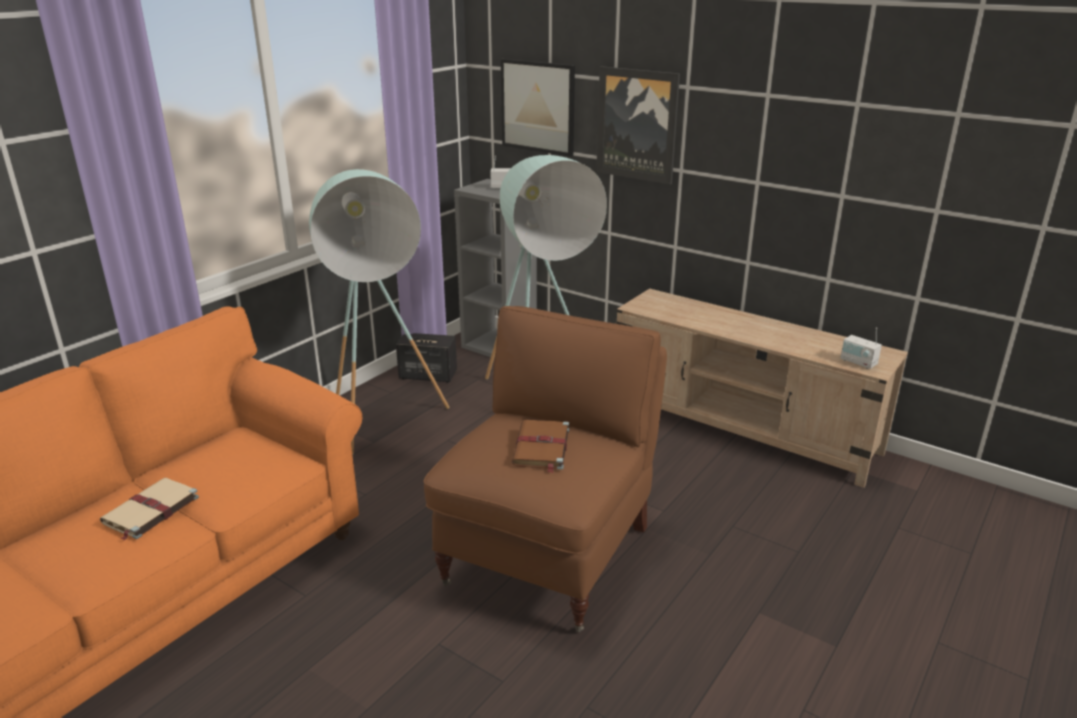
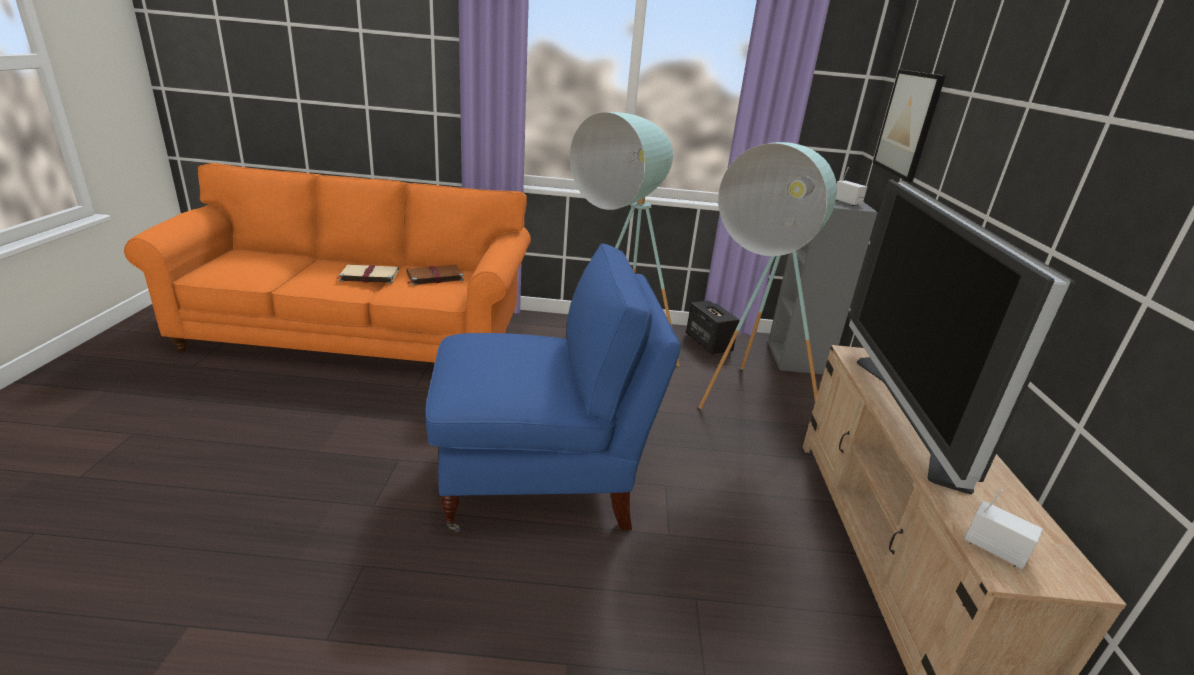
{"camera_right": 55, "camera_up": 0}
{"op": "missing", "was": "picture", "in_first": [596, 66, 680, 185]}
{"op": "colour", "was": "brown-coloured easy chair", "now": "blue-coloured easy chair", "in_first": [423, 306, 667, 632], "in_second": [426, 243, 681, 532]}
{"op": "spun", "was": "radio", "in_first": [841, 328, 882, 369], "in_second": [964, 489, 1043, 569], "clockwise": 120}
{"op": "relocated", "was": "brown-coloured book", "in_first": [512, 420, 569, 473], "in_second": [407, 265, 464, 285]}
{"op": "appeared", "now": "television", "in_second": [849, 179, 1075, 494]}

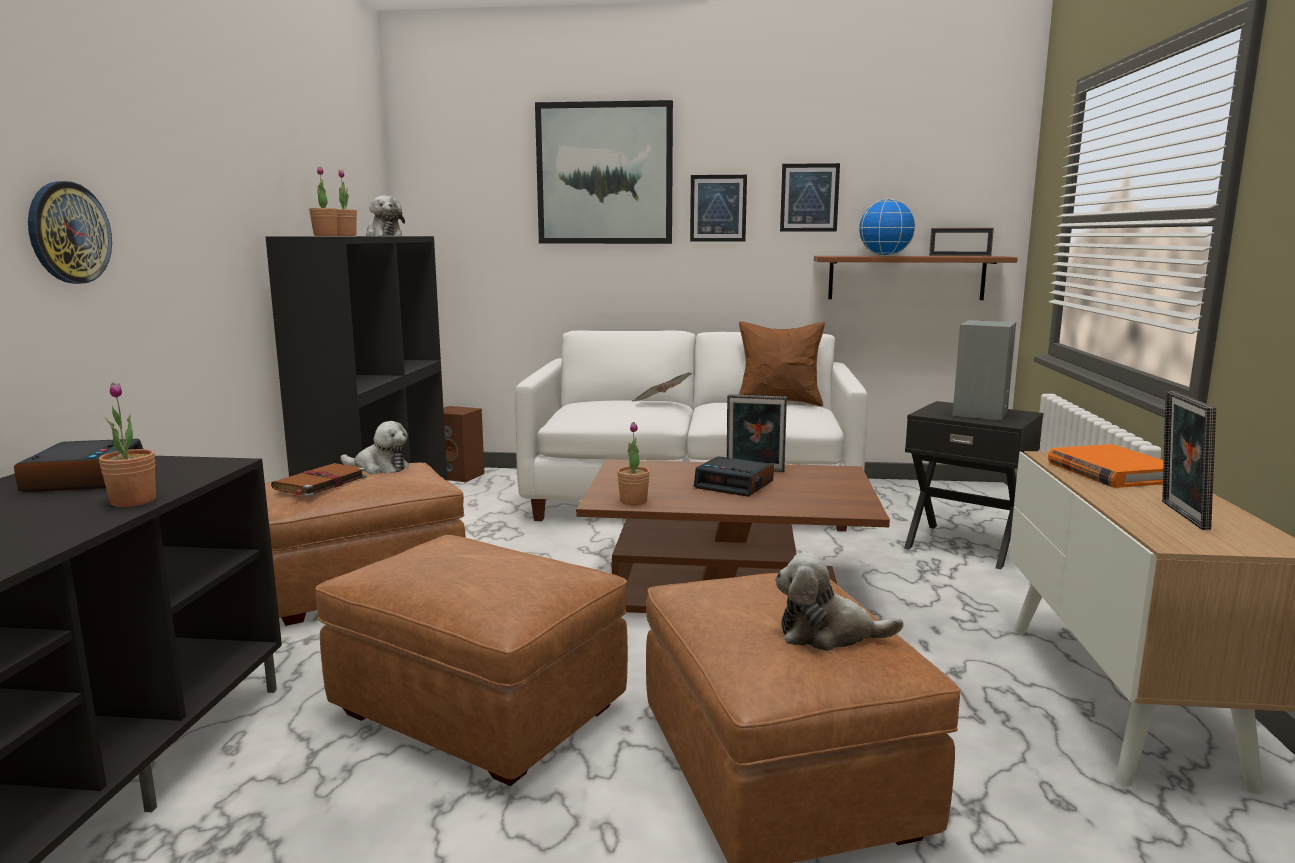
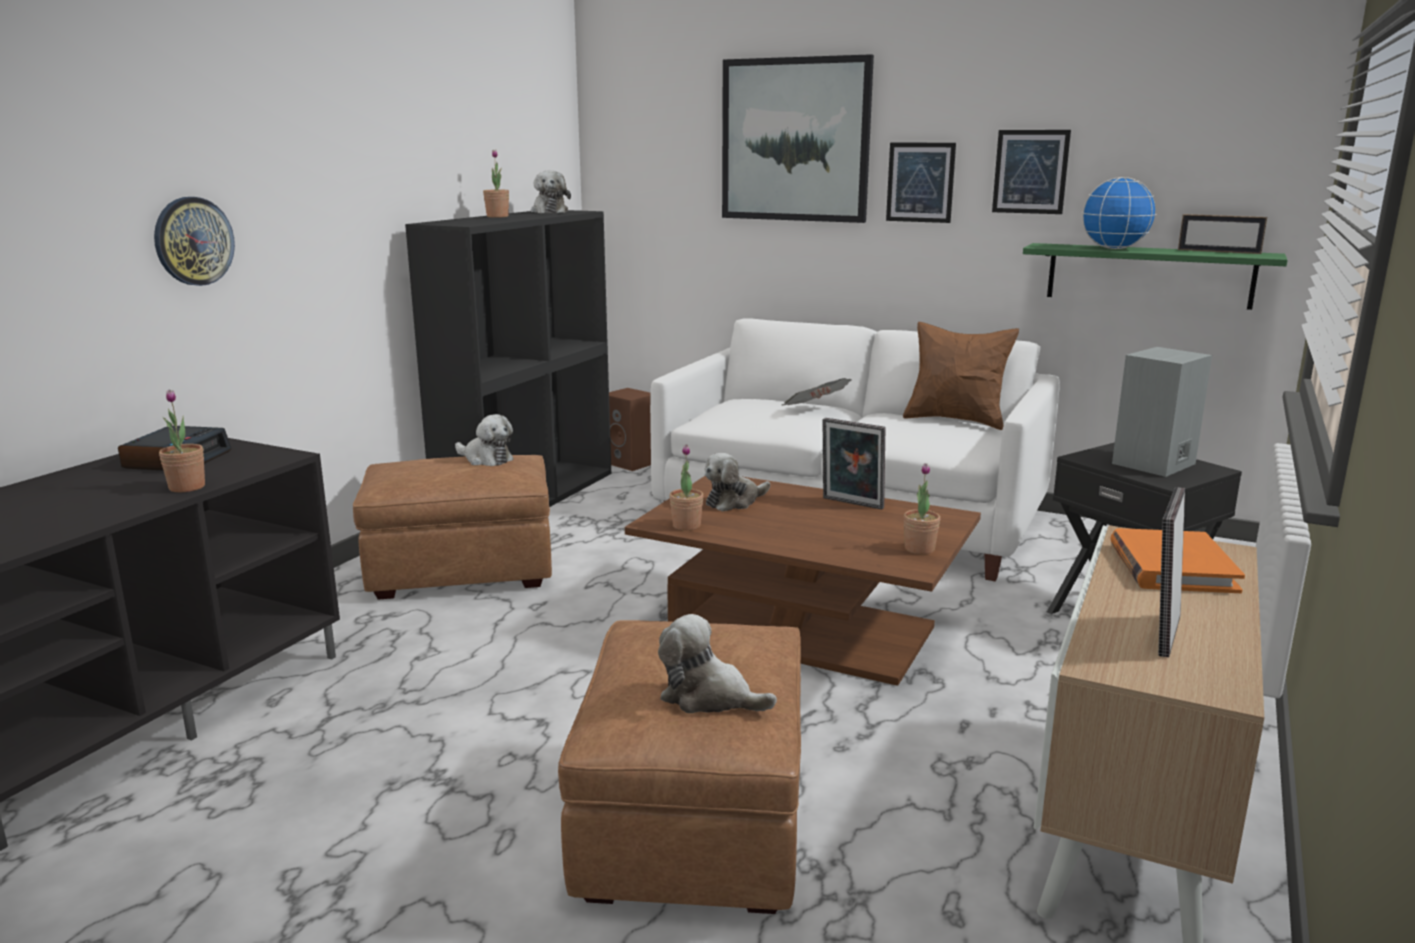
{"camera_right": 20, "camera_up": 5}
{"op": "relocated", "was": "potted plant", "in_first": [309, 167, 337, 236], "in_second": [904, 463, 940, 554]}
{"op": "colour", "was": "brown-coloured shelf", "now": "greenish shelf", "in_first": [814, 256, 1018, 300], "in_second": [1023, 243, 1288, 310]}
{"op": "missing", "was": "bedside clock", "in_first": [694, 456, 774, 497]}
{"op": "missing", "was": "brown-coloured book", "in_first": [271, 463, 367, 497]}
{"op": "missing", "was": "brown-coloured ottoman", "in_first": [315, 535, 628, 786]}
{"op": "appeared", "now": "plush toy", "in_second": [705, 453, 770, 512]}

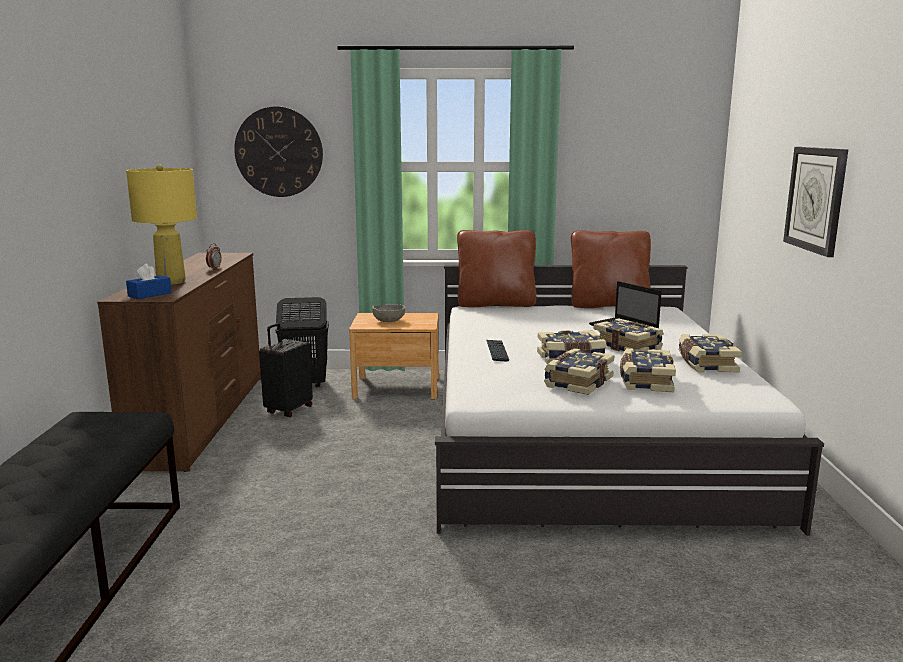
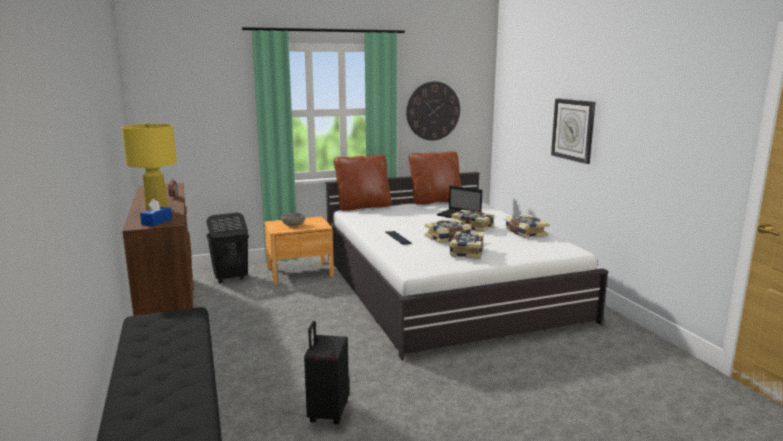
{"camera_right": -20, "camera_up": 0}
{"op": "relocated", "was": "clock on the wall", "in_first": [234, 106, 323, 197], "in_second": [406, 82, 460, 141]}
{"op": "relocated", "was": "black-coloured suitcase", "in_first": [259, 323, 313, 417], "in_second": [304, 321, 349, 424]}
{"op": "missing", "was": "book", "in_first": [620, 348, 676, 392]}

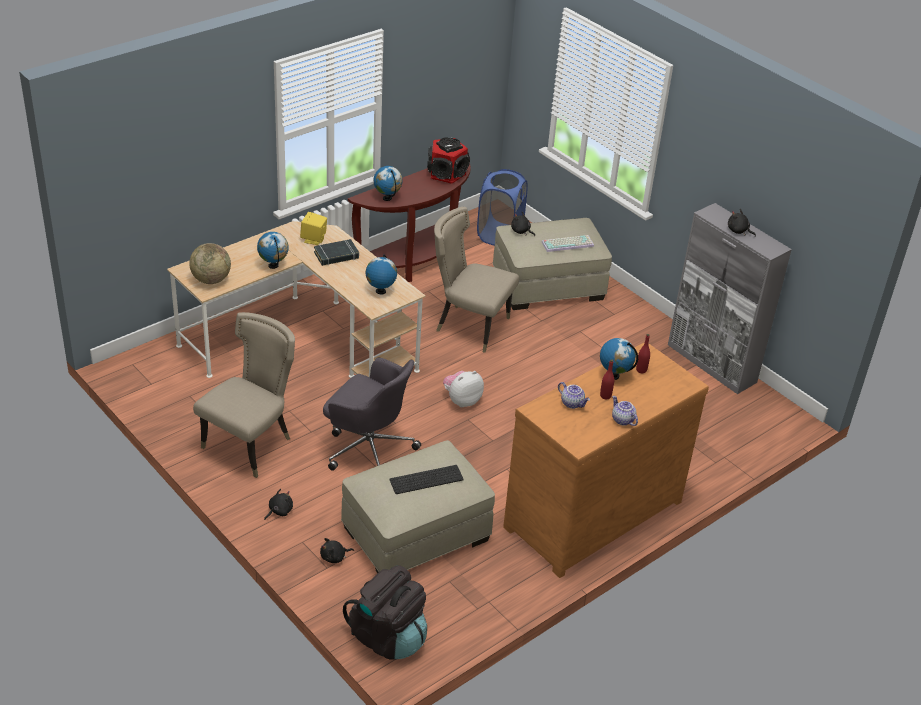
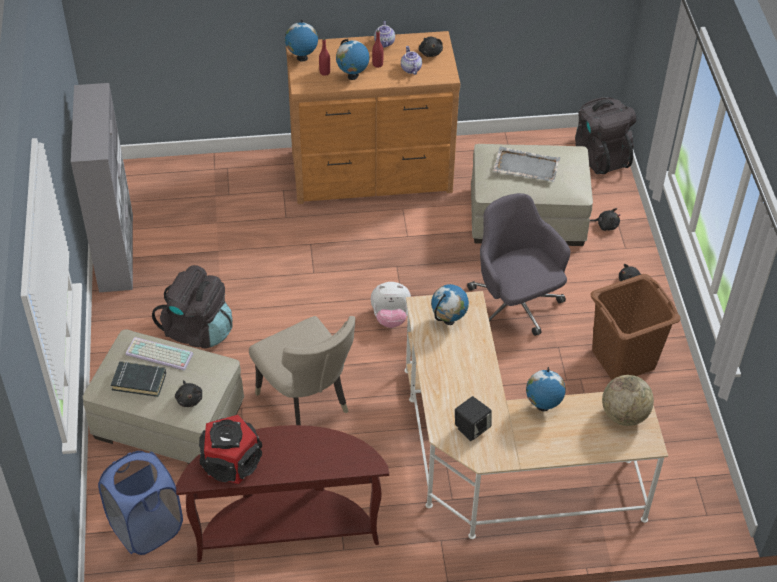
{"camera_right": -145, "camera_up": 10}
{"op": "relocated", "was": "desk globe", "in_first": [373, 166, 403, 201], "in_second": [285, 20, 318, 62]}
{"op": "relocated", "was": "black-coloured plush toy", "in_first": [728, 209, 756, 237], "in_second": [419, 37, 443, 57]}
{"op": "colour", "was": "yellow speaker", "now": "black-coloured speaker", "in_first": [300, 212, 327, 245], "in_second": [455, 396, 492, 441]}
{"op": "relocated", "was": "black-coloured book", "in_first": [314, 239, 359, 266], "in_second": [111, 361, 166, 397]}
{"op": "exchanged", "was": "beige chair", "now": "brown-coloured washing basket", "in_first": [193, 312, 295, 478], "in_second": [590, 274, 681, 380]}
{"op": "exchanged", "was": "keyboard", "now": "grey tray", "in_first": [389, 465, 464, 494], "in_second": [493, 147, 560, 182]}
{"op": "appeared", "now": "black-coloured knapsack", "in_second": [152, 265, 232, 348]}

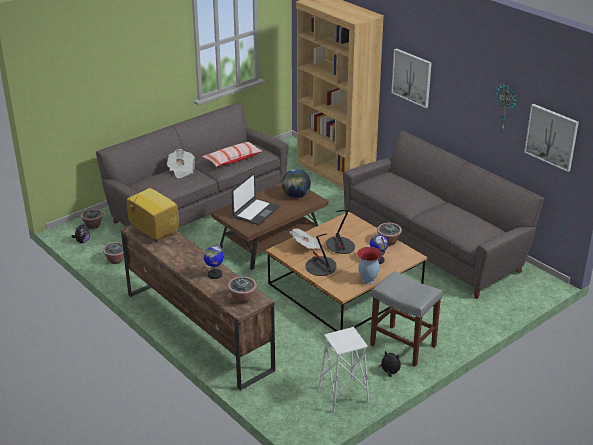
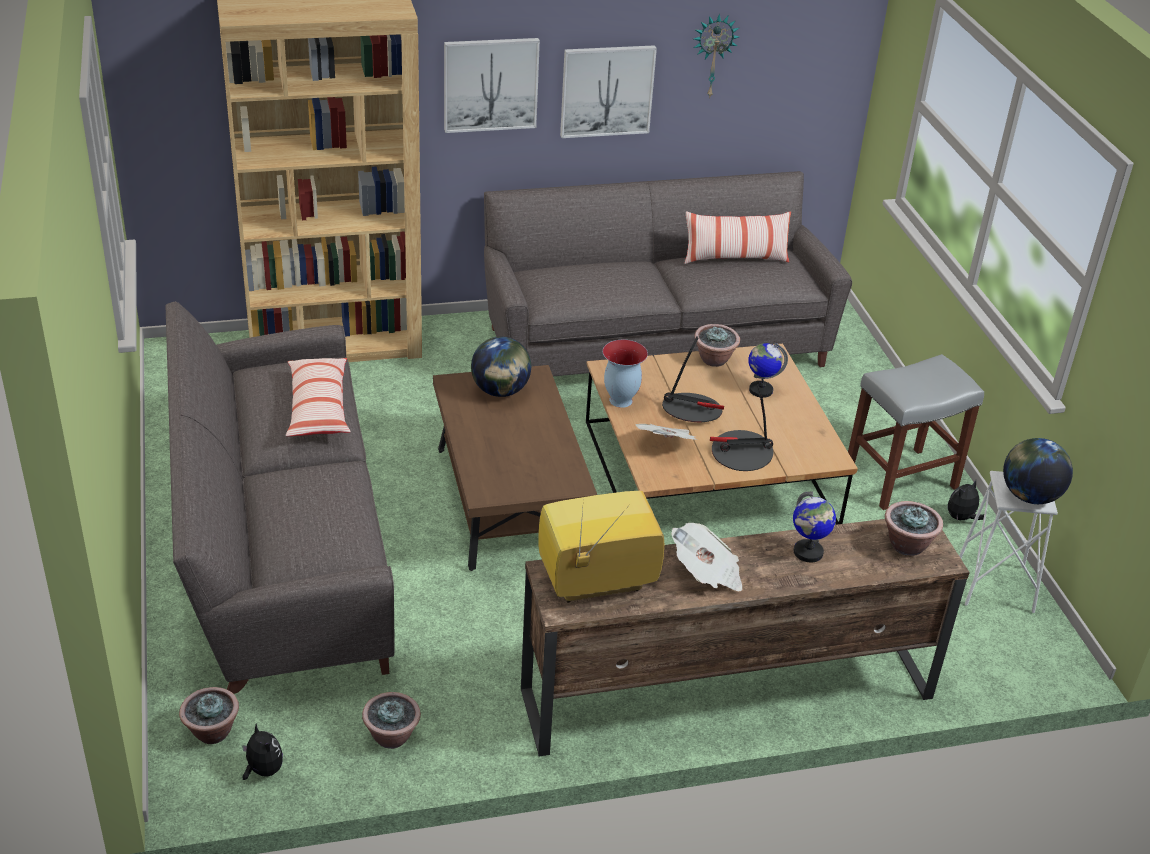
{"camera_right": -65, "camera_up": 5}
{"op": "relocated", "was": "picture", "in_first": [524, 104, 579, 172], "in_second": [560, 45, 657, 138]}
{"op": "relocated", "was": "daily paper", "in_first": [167, 149, 195, 178], "in_second": [671, 523, 743, 591]}
{"op": "missing", "was": "laptop", "in_first": [232, 173, 280, 225]}
{"op": "relocated", "was": "decorative vase", "in_first": [357, 247, 382, 284], "in_second": [602, 340, 648, 408]}
{"op": "appeared", "now": "pillow", "in_second": [684, 211, 791, 264]}
{"op": "appeared", "now": "desk globe", "in_second": [1003, 438, 1073, 504]}

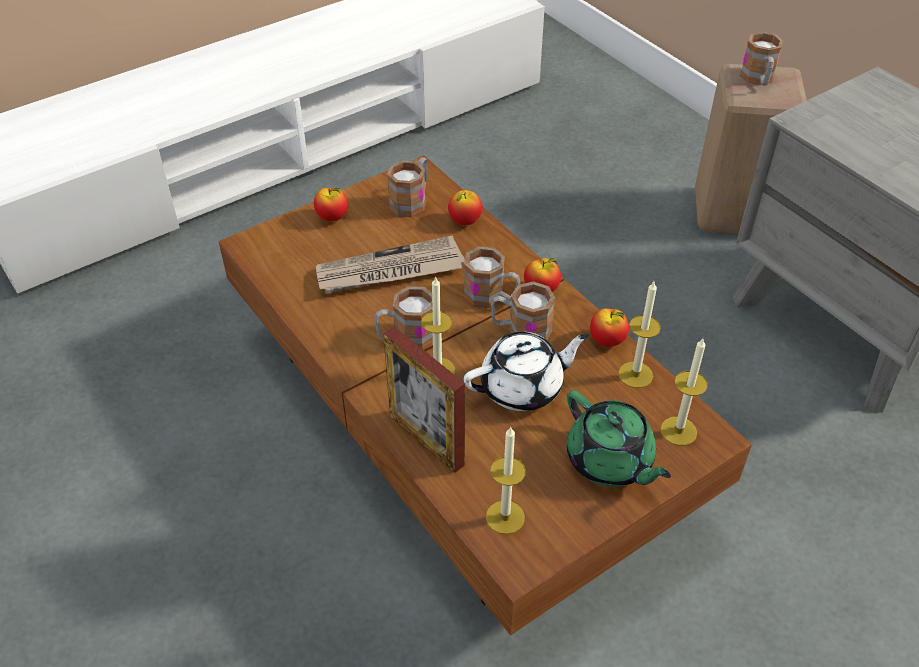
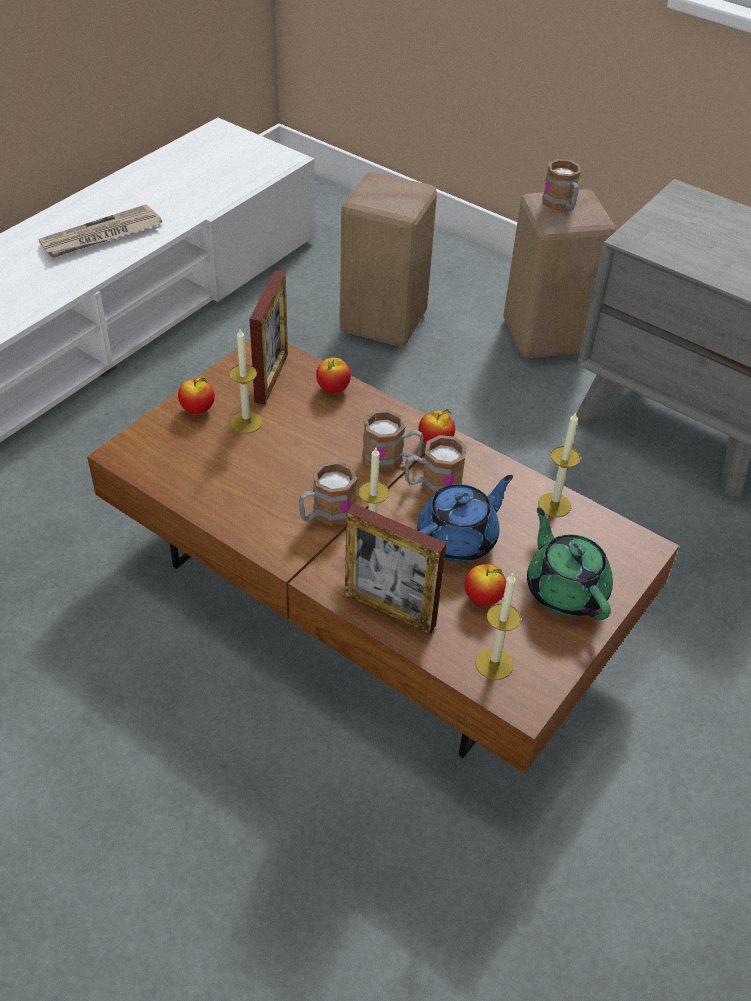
{"camera_right": -20, "camera_up": 0}
{"op": "exchanged", "was": "mug", "now": "picture frame", "in_first": [387, 157, 428, 217], "in_second": [250, 270, 288, 404]}
{"op": "relocated", "was": "daily paper", "in_first": [316, 235, 465, 294], "in_second": [39, 204, 162, 258]}
{"op": "relocated", "was": "apple", "in_first": [590, 308, 629, 346], "in_second": [465, 564, 506, 606]}
{"op": "colour", "was": "white tea pot", "now": "blue-coloured tea pot", "in_first": [464, 332, 589, 411], "in_second": [417, 475, 513, 562]}
{"op": "relocated", "was": "wax light", "in_first": [660, 339, 708, 446], "in_second": [229, 329, 262, 433]}
{"op": "spun", "was": "greenish tea pot", "in_first": [567, 391, 671, 487], "in_second": [527, 508, 613, 620], "clockwise": -150}
{"op": "appeared", "now": "beige stool", "in_second": [340, 172, 437, 347]}

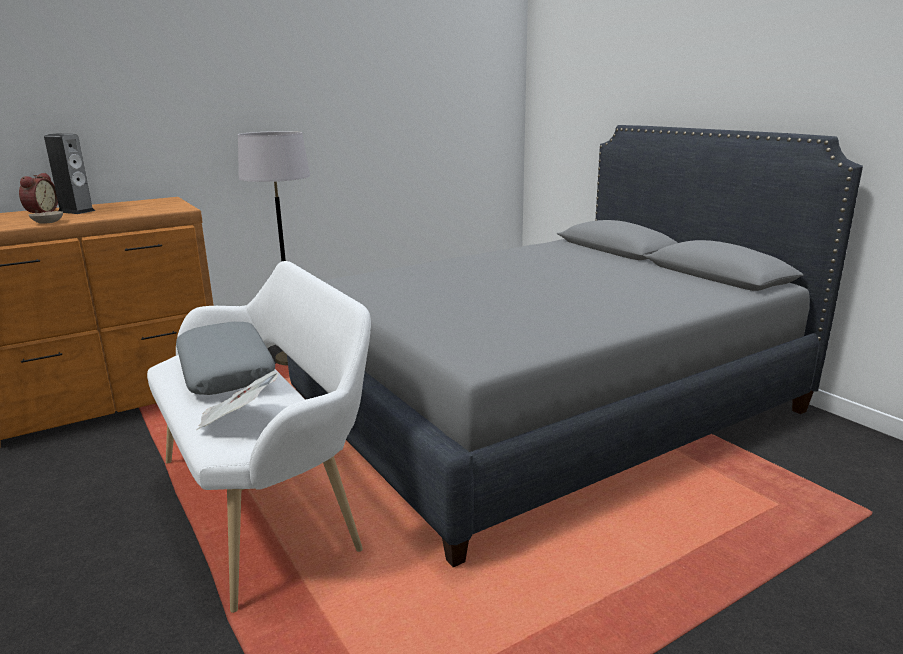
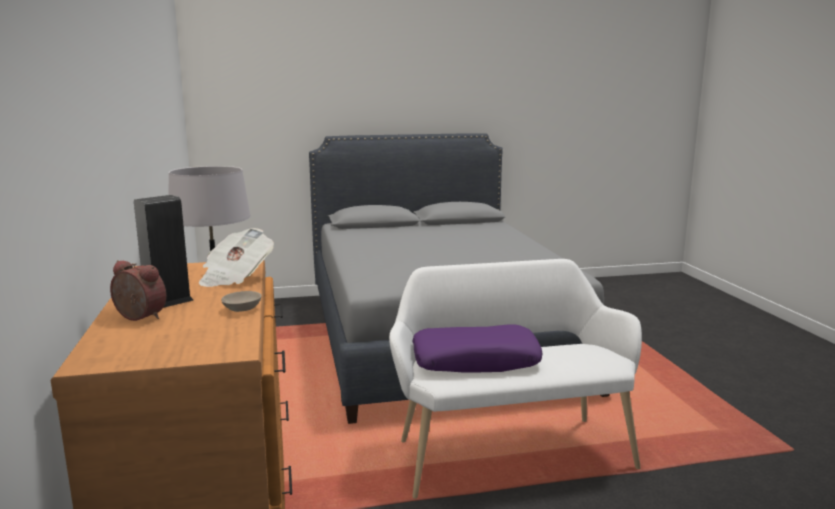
{"camera_right": -70, "camera_up": -5}
{"op": "colour", "was": "grey pillow", "now": "purple-coloured pillow", "in_first": [176, 322, 275, 395], "in_second": [412, 324, 542, 373]}
{"op": "relocated", "was": "daily paper", "in_first": [196, 370, 279, 430], "in_second": [199, 228, 274, 287]}

